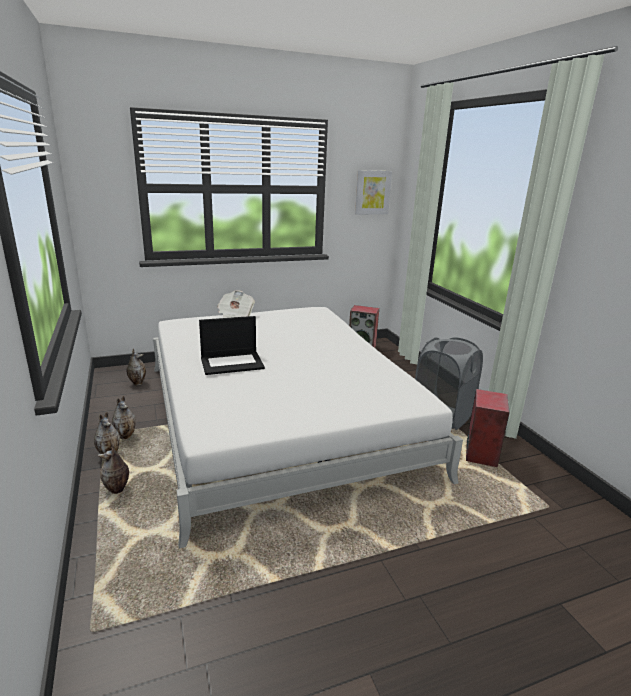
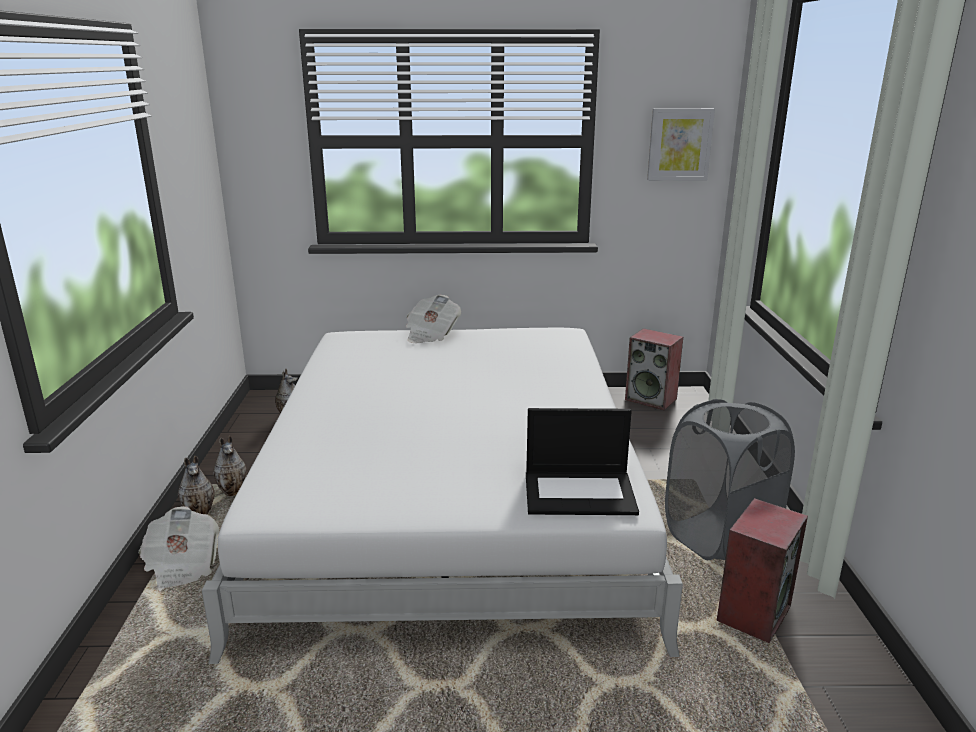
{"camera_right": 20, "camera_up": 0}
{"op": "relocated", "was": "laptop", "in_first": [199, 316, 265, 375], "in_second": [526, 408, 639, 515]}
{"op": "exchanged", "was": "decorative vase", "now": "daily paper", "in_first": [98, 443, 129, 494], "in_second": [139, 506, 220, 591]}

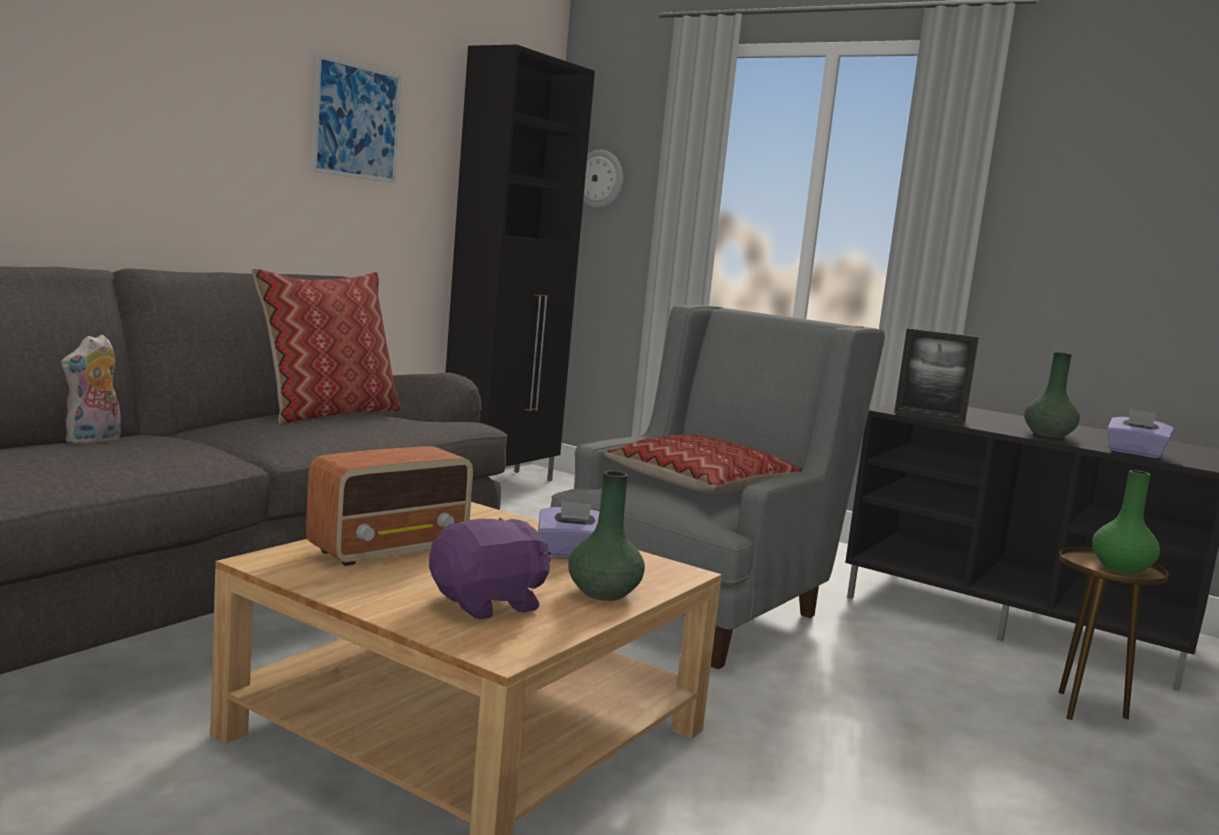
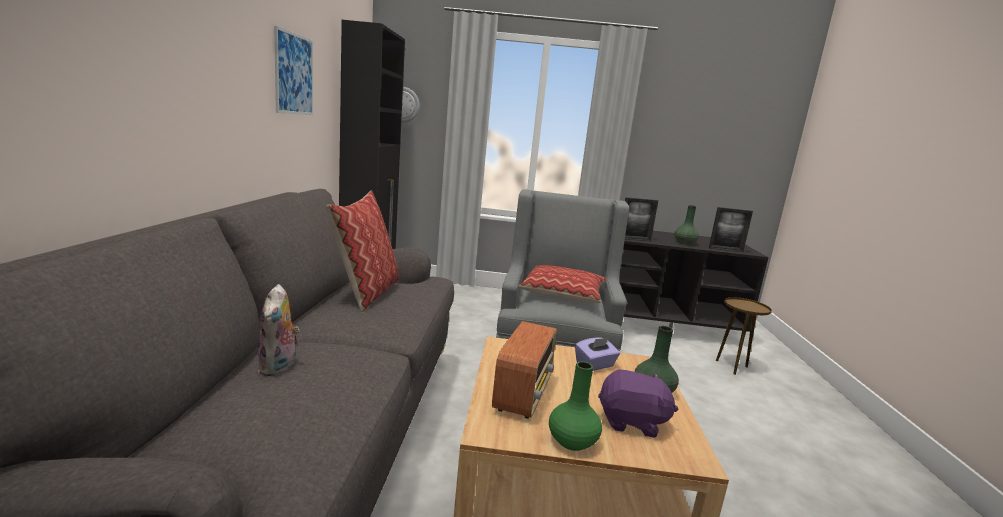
{"camera_right": -30, "camera_up": 5}
{"op": "exchanged", "was": "purple-coloured box of tissues", "now": "picture frame", "in_first": [1107, 408, 1174, 458], "in_second": [709, 207, 753, 252]}
{"op": "relocated", "was": "greenish decorative vase", "in_first": [1092, 470, 1160, 574], "in_second": [549, 362, 602, 451]}
{"op": "spun", "was": "purple-coloured plush toy", "in_first": [429, 517, 550, 619], "in_second": [598, 369, 678, 438], "clockwise": 75}

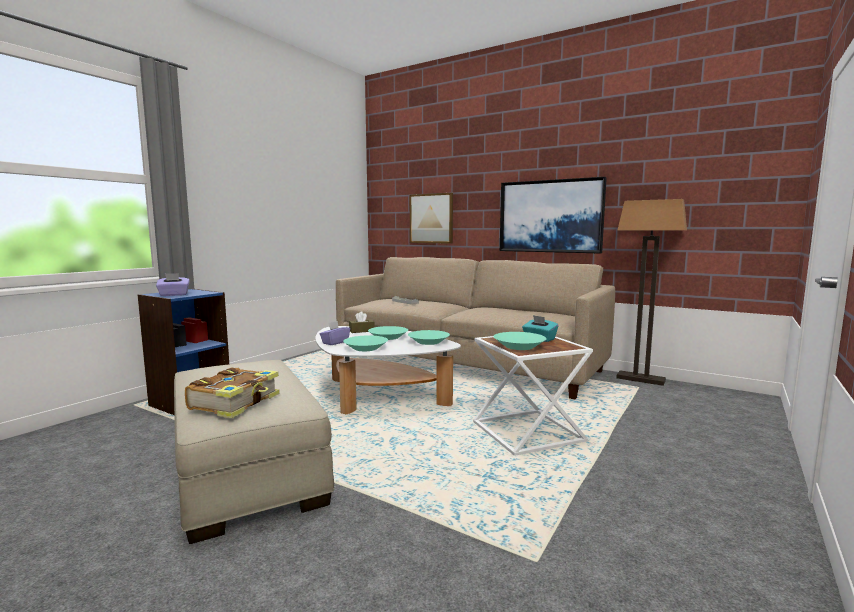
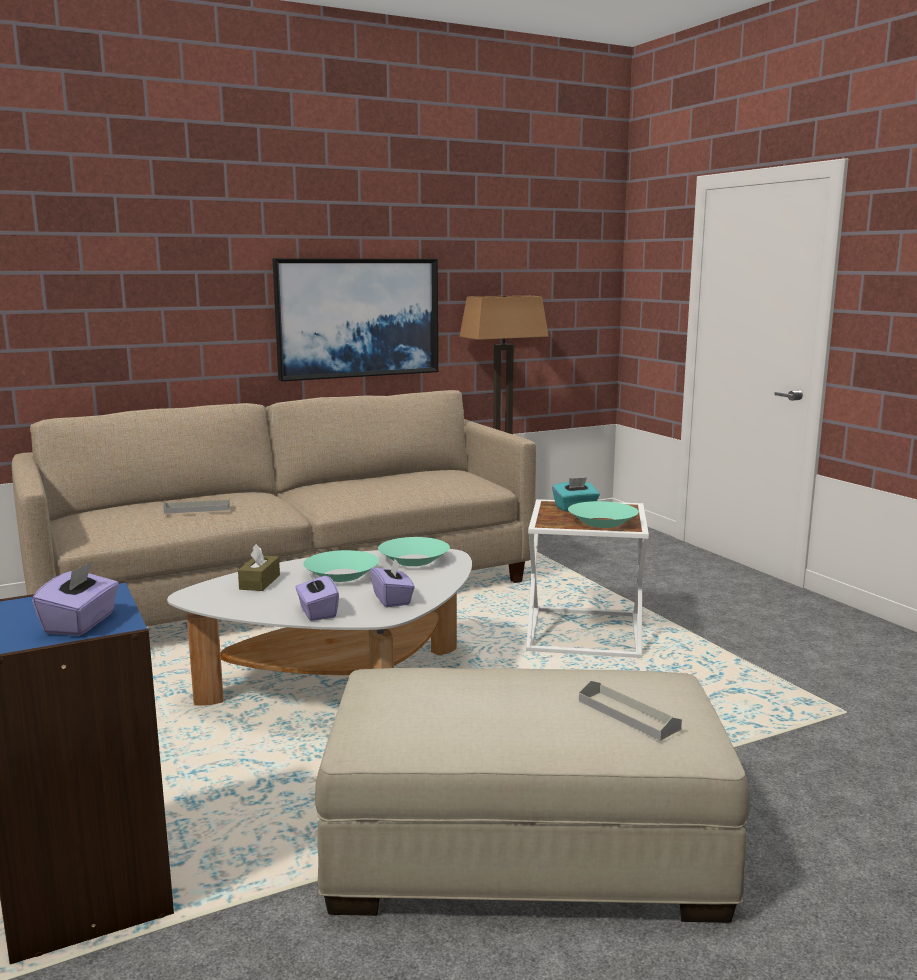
{"camera_right": -60, "camera_up": 5}
{"op": "missing", "was": "picture", "in_first": [410, 193, 453, 244]}
{"op": "exchanged", "was": "turquoise-coloured serving bowl", "now": "purple-coloured box of tissues", "in_first": [343, 335, 388, 351], "in_second": [370, 559, 415, 607]}
{"op": "exchanged", "was": "book", "now": "grey tray", "in_first": [185, 368, 280, 418], "in_second": [579, 681, 682, 741]}

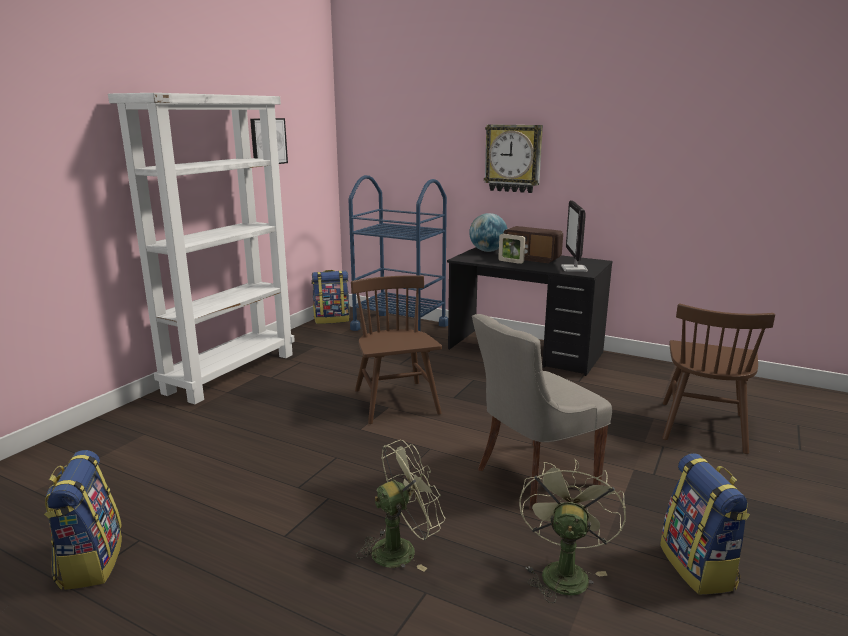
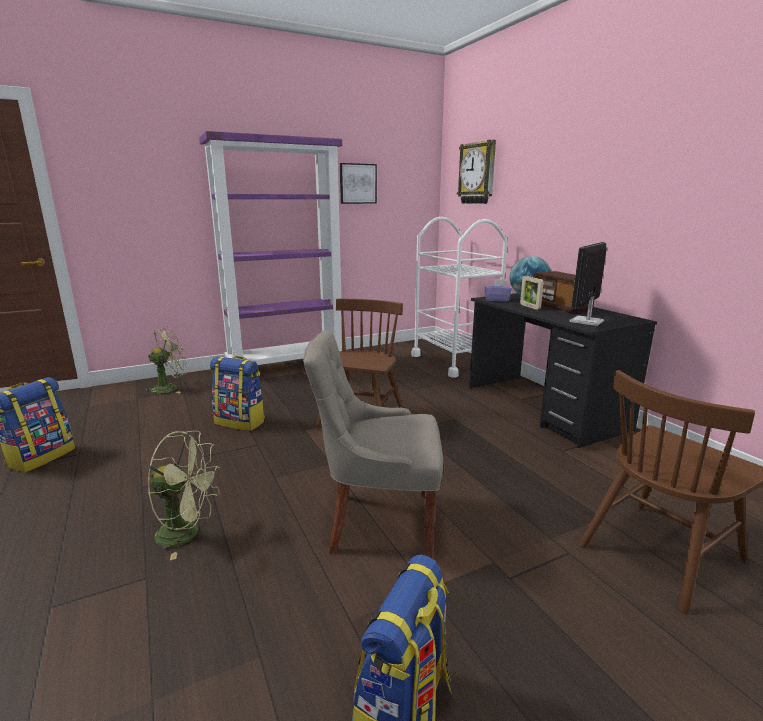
{"camera_right": 35, "camera_up": 0}
{"op": "colour", "was": "white shelving unit", "now": "purple-coloured shelving unit", "in_first": [108, 93, 295, 404], "in_second": [199, 131, 342, 365]}
{"op": "relocated", "was": "clock on the wall", "in_first": [484, 124, 543, 193], "in_second": [457, 140, 496, 204]}
{"op": "colour", "was": "blue-coloured cart", "now": "white cart", "in_first": [348, 175, 448, 331], "in_second": [412, 217, 507, 378]}
{"op": "relocated", "was": "knapsack", "in_first": [311, 270, 350, 324], "in_second": [210, 356, 265, 431]}
{"op": "relocated", "was": "greenish cooling fan", "in_first": [519, 459, 626, 603], "in_second": [142, 327, 188, 394]}
{"op": "appeared", "now": "purple-coloured box of tissues", "in_second": [484, 279, 512, 302]}

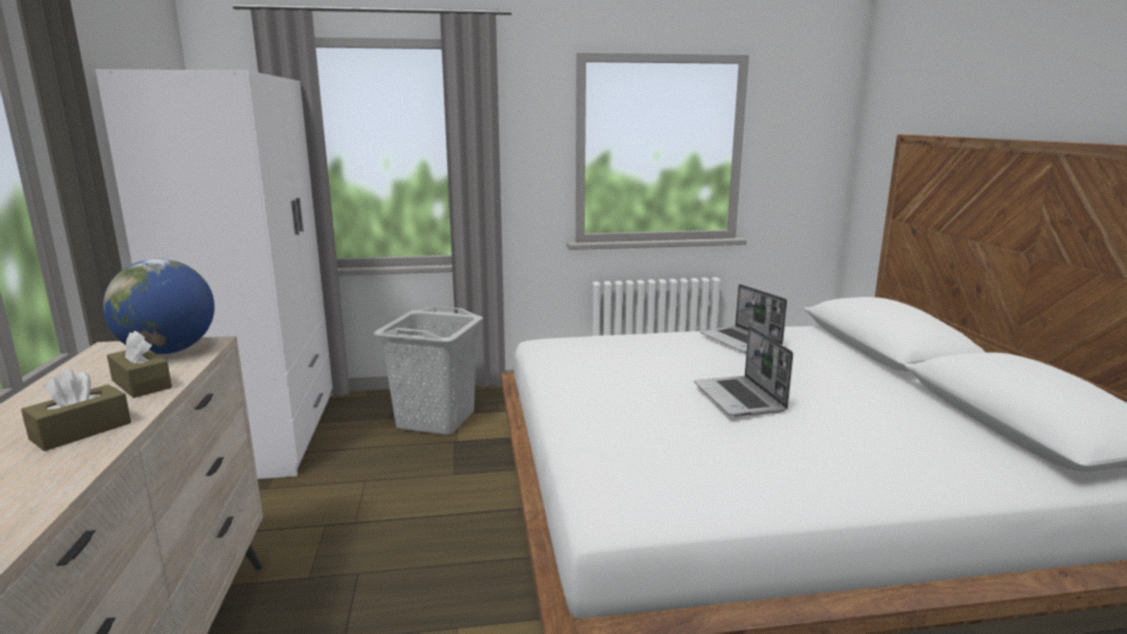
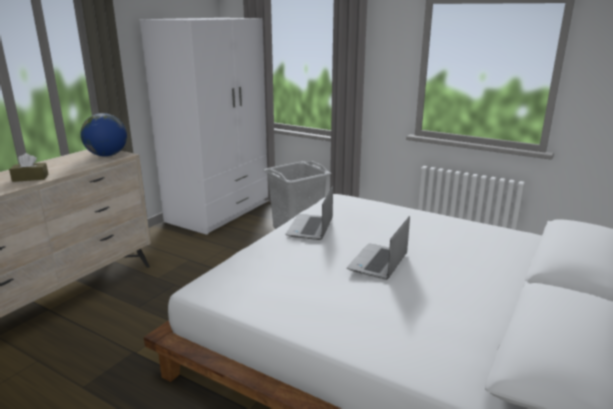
{"camera_right": 40, "camera_up": 5}
{"op": "relocated", "was": "laptop", "in_first": [700, 284, 787, 353], "in_second": [285, 186, 333, 240]}
{"op": "missing", "was": "brown-coloured box of tissues", "in_first": [107, 331, 172, 398]}

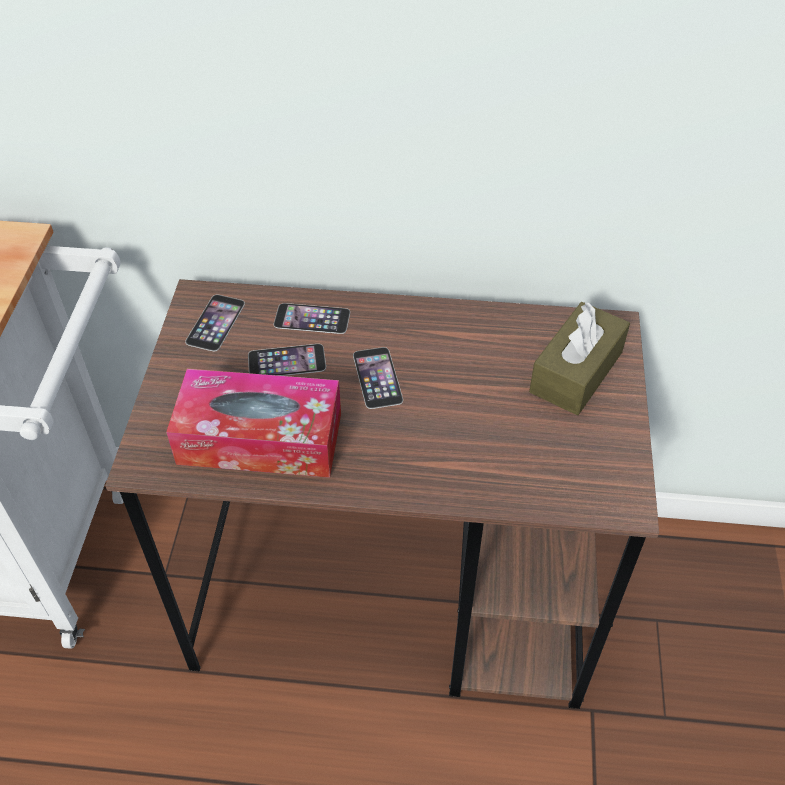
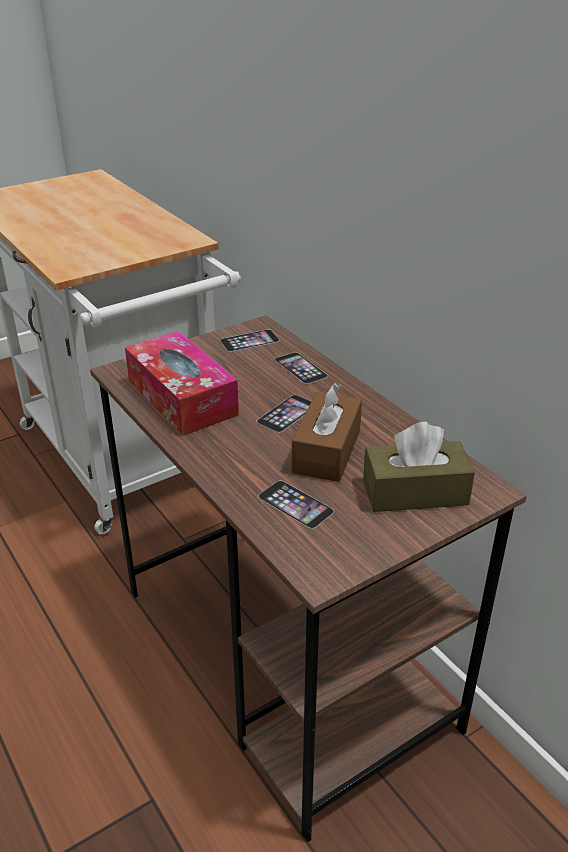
{"camera_right": 50, "camera_up": -15}
{"op": "relocated", "was": "handset", "in_first": [248, 344, 326, 376], "in_second": [258, 480, 334, 529]}
{"op": "appeared", "now": "brown-coloured box of tissues", "in_second": [292, 382, 362, 482]}

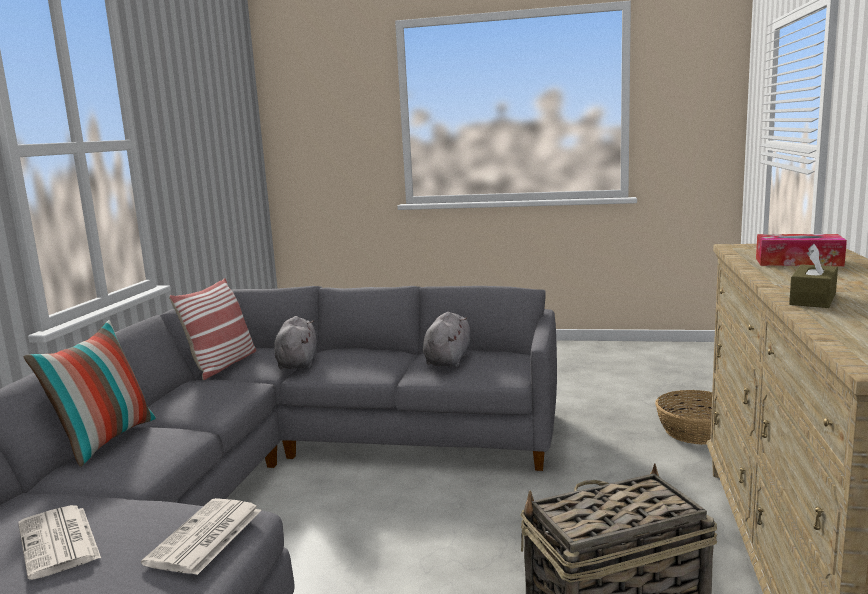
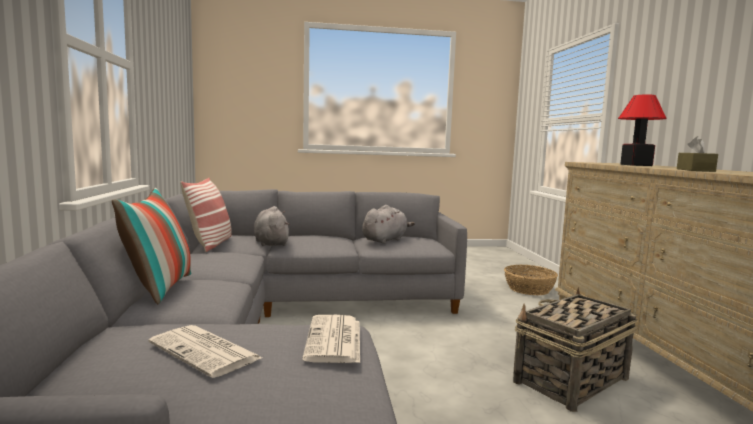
{"camera_right": -20, "camera_up": -5}
{"op": "exchanged", "was": "box of tissues", "now": "table lamp", "in_first": [756, 234, 847, 266], "in_second": [618, 95, 667, 166]}
{"op": "spun", "was": "grey plush toy", "in_first": [423, 312, 470, 367], "in_second": [362, 205, 415, 244], "clockwise": 45}

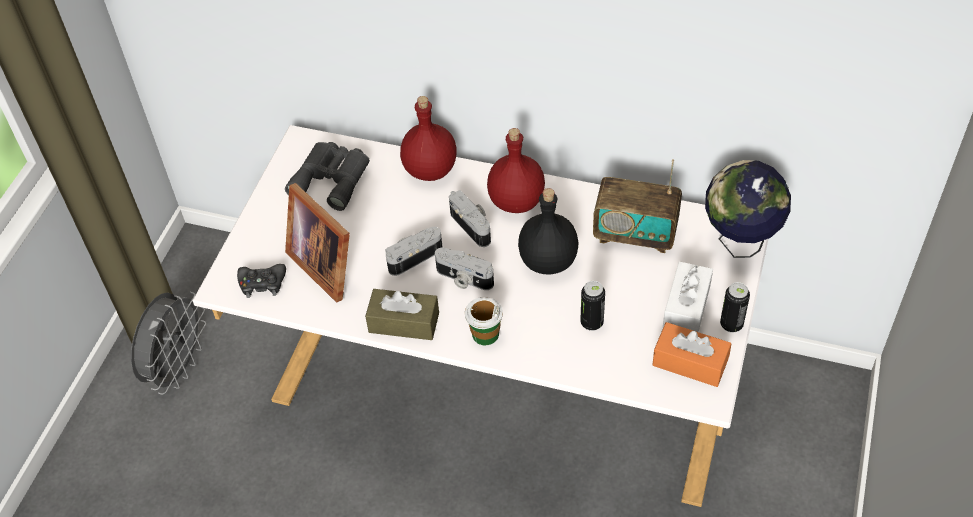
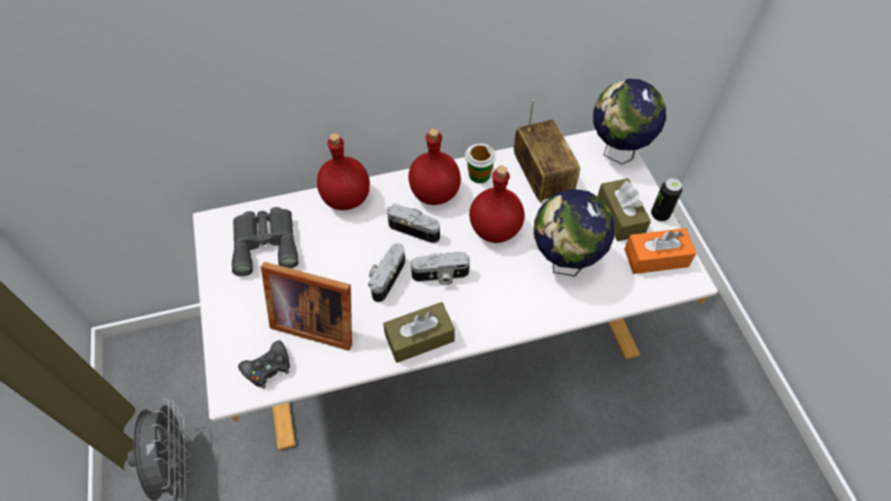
{"camera_right": -35, "camera_up": 5}
{"op": "spun", "was": "radio", "in_first": [593, 159, 682, 253], "in_second": [514, 100, 580, 203], "clockwise": -90}
{"op": "colour", "was": "black-coloured drink bottle", "now": "reddish drink bottle", "in_first": [518, 188, 578, 275], "in_second": [469, 166, 525, 243]}
{"op": "colour", "was": "white box of tissues", "now": "brown-coloured box of tissues", "in_first": [663, 261, 713, 332], "in_second": [597, 178, 651, 241]}
{"op": "exchanged", "was": "can", "now": "desk globe", "in_first": [580, 281, 605, 331], "in_second": [534, 189, 614, 276]}
{"op": "relocated", "was": "small cup", "in_first": [465, 297, 503, 345], "in_second": [465, 143, 496, 183]}

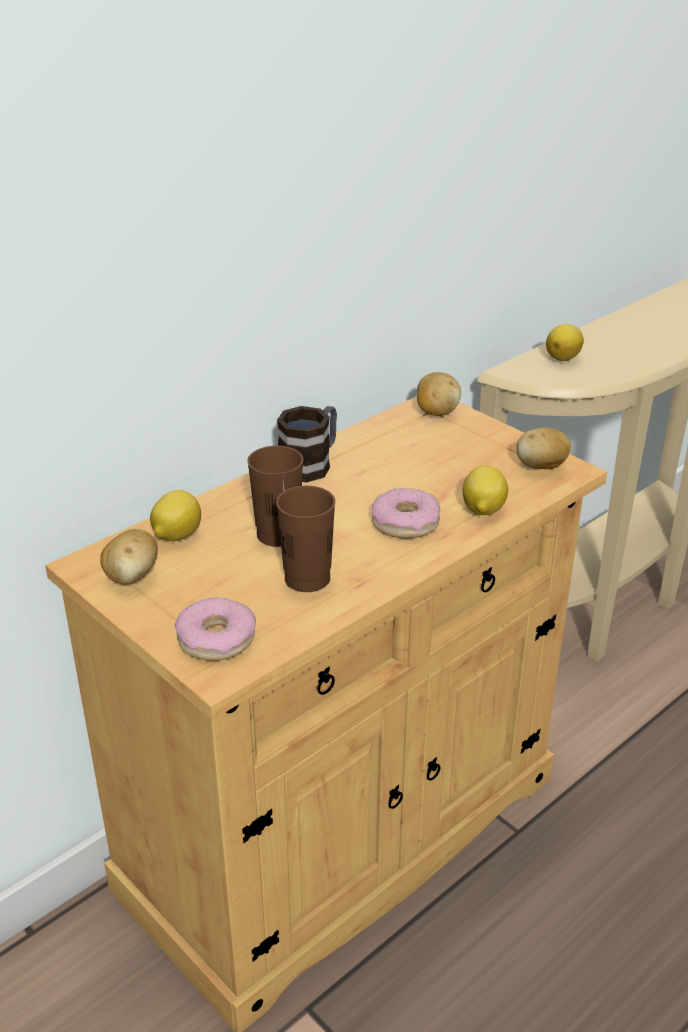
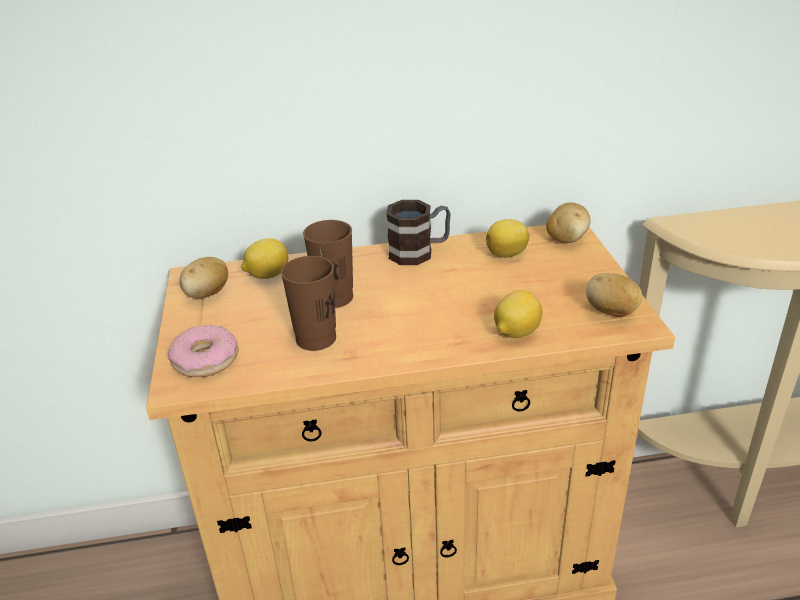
{"camera_right": 35, "camera_up": 0}
{"op": "relocated", "was": "whole lemon", "in_first": [546, 324, 584, 361], "in_second": [486, 219, 530, 258]}
{"op": "missing", "was": "donut", "in_first": [372, 488, 440, 539]}

